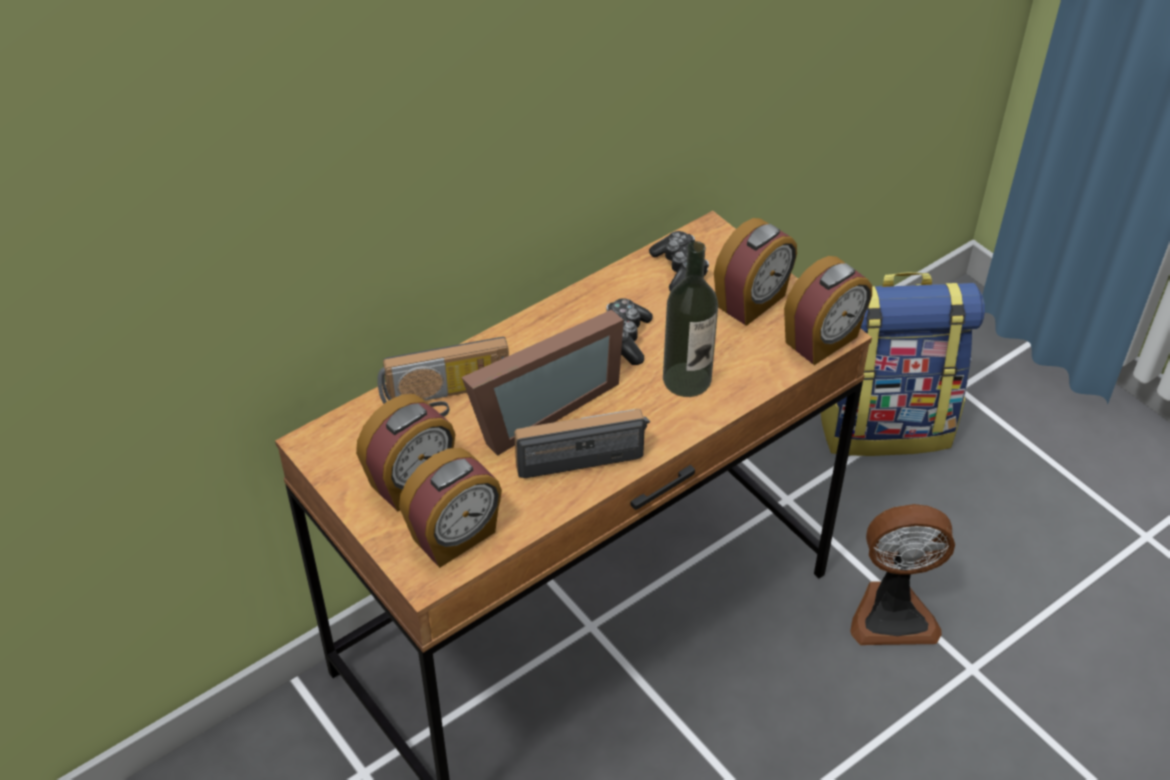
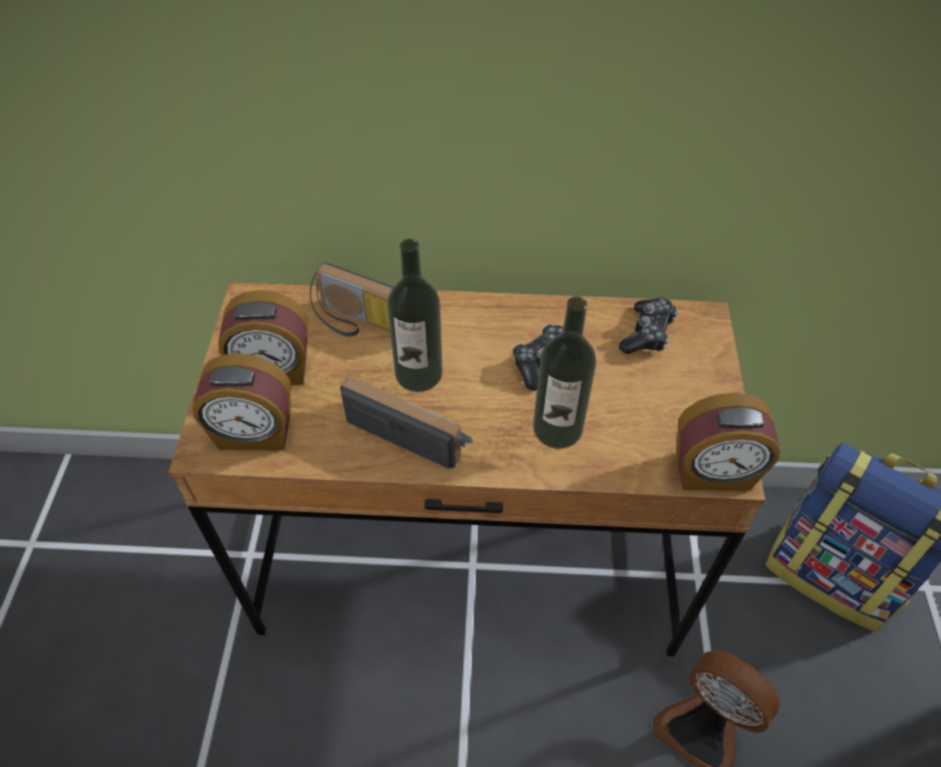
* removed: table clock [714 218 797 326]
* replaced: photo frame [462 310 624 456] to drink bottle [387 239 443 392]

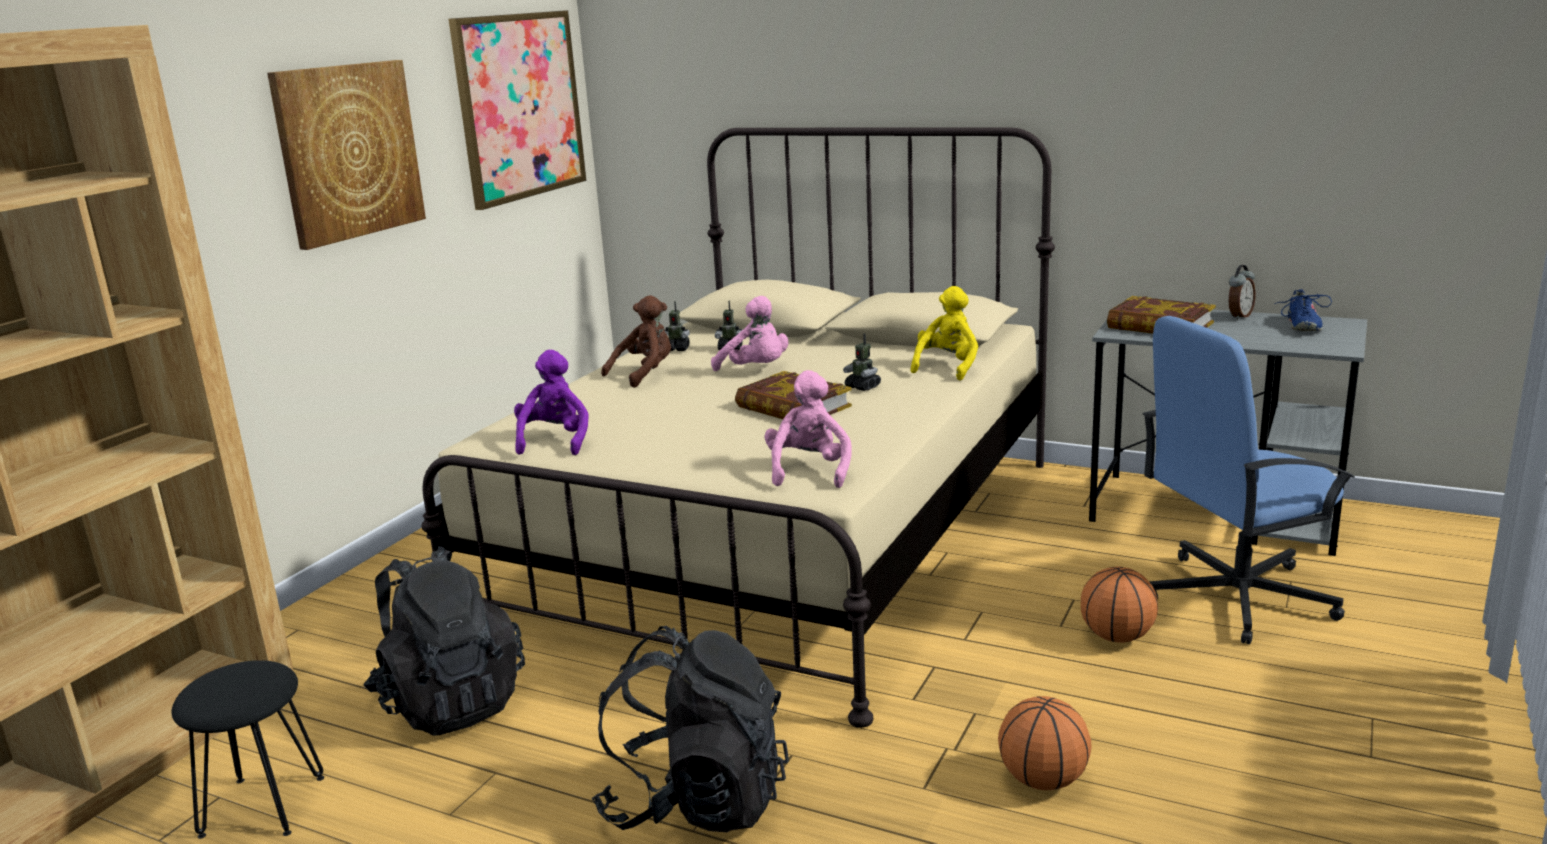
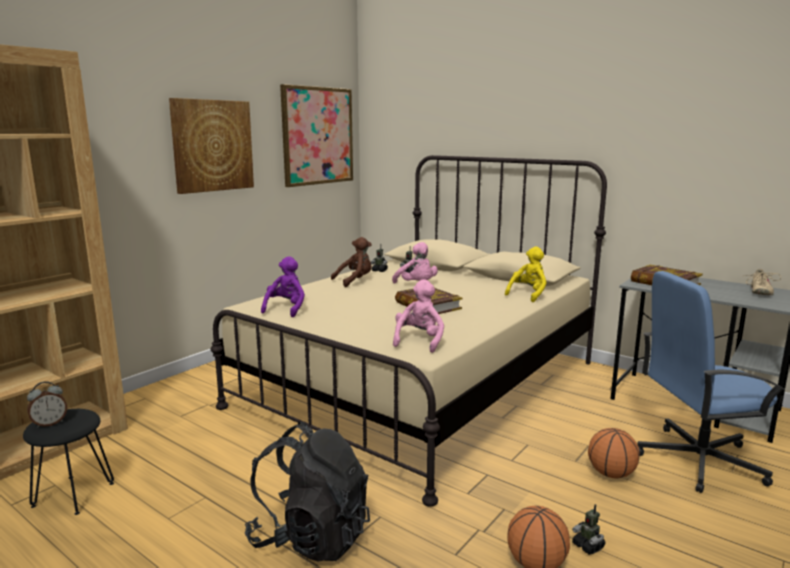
* removed: black backpack [363 546 525 736]
* moved: robot figure [843 333 881 391] to [572 504 606 555]
* moved: table clock [1229 265 1256 320] to [27 381 67 428]
* recoloured: blue low shoe [1275 289 1332 331] to sand-coloured low shoe [742 269 781 295]

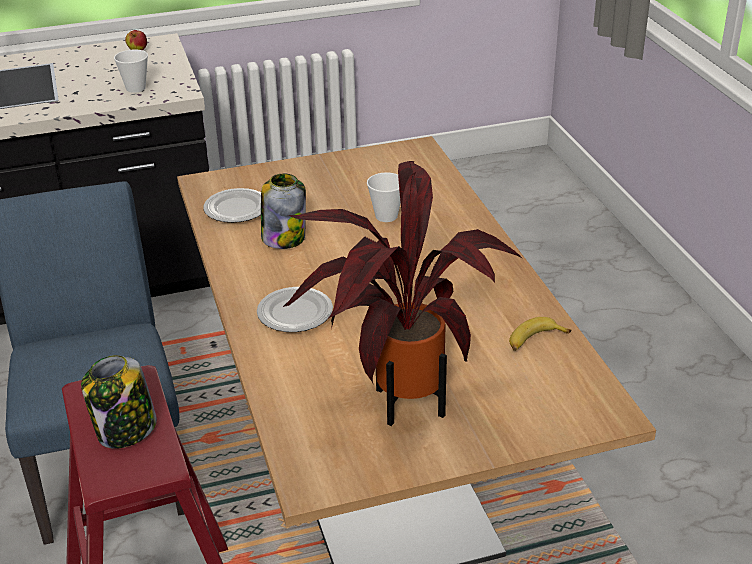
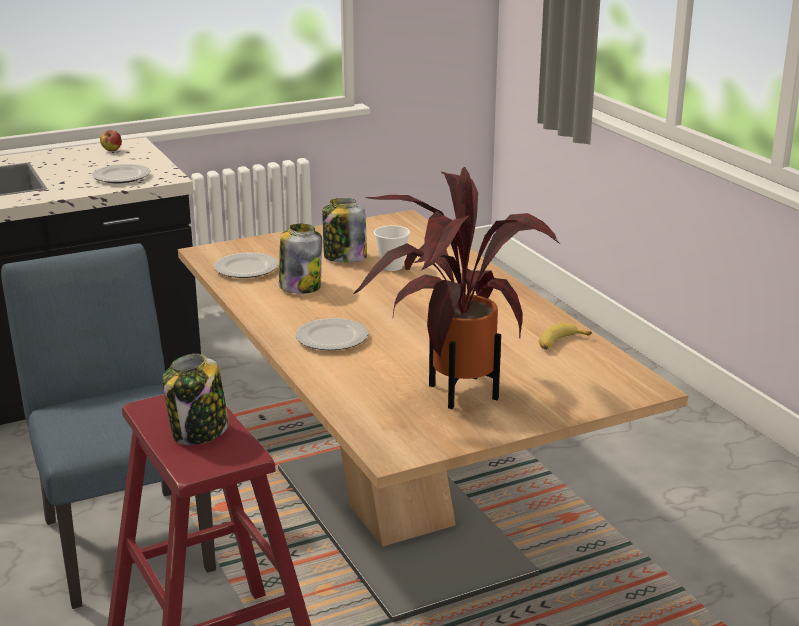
* added: jar [322 198 367 263]
* replaced: drinking cup [114 50 148 93] to plate [92 164 150 184]

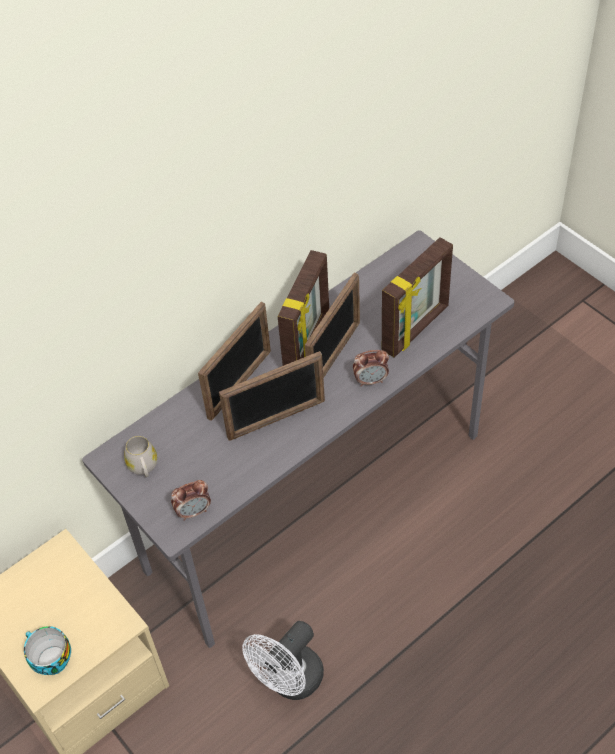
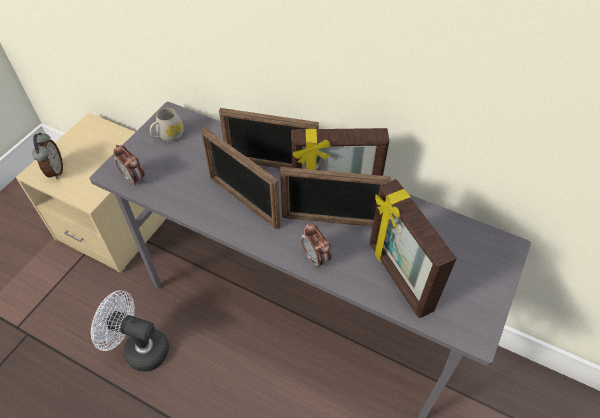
* replaced: drinking cup [24 626 71 675] to table clock [32 132 63 179]
* turned: photo frame [382 237 453 357] = [370 179 457 318] 45 degrees clockwise

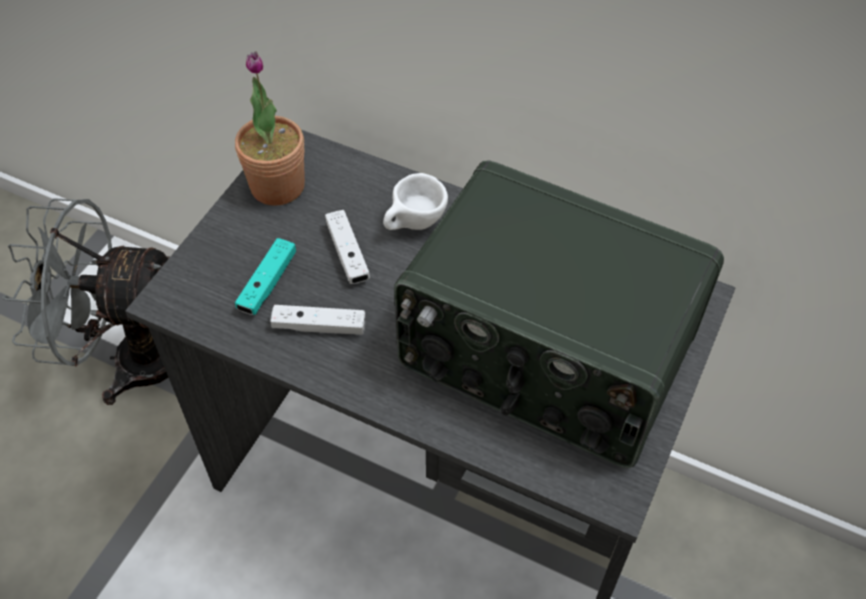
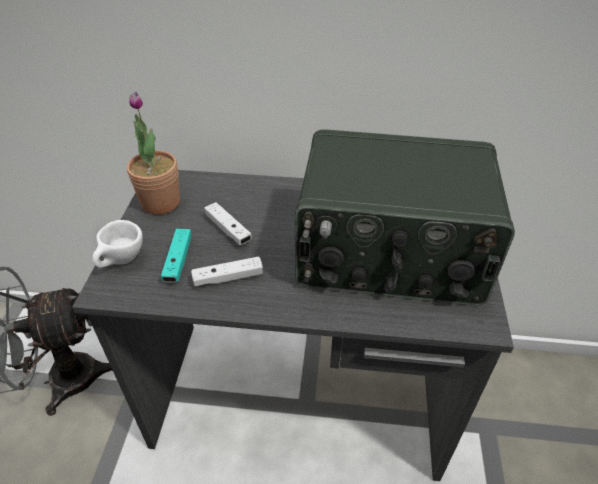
* moved: white drinking cup [383 173 448 230] to [92 220 143 268]

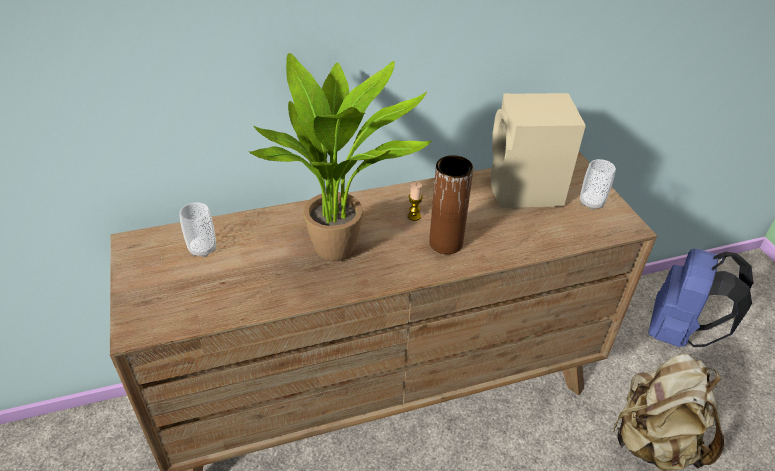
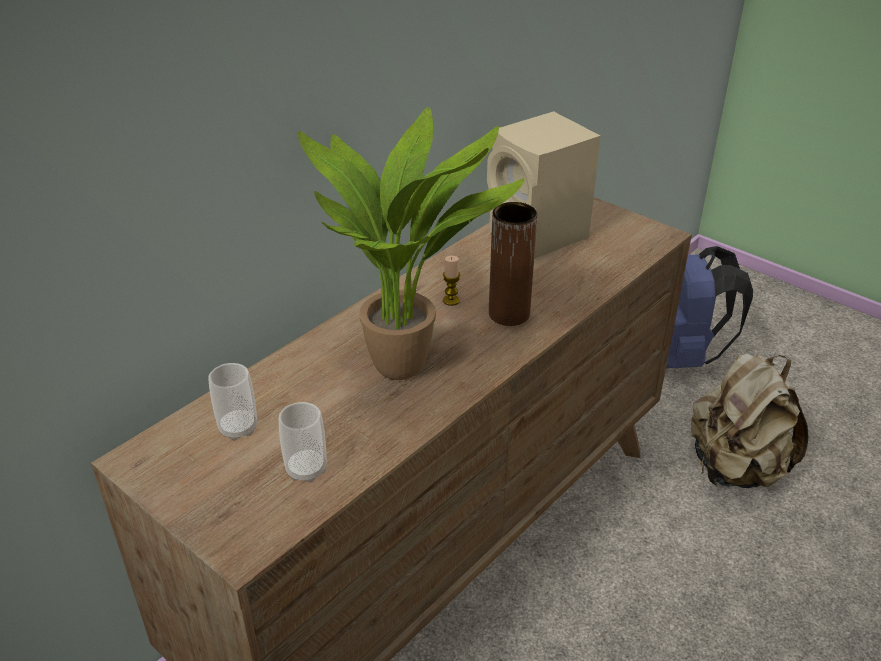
* moved: drinking cup [580 159 616 210] to [279 402 326 482]

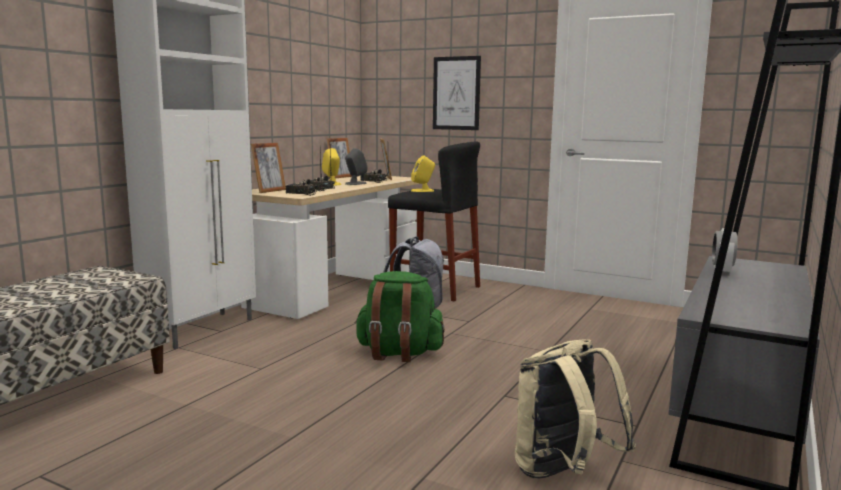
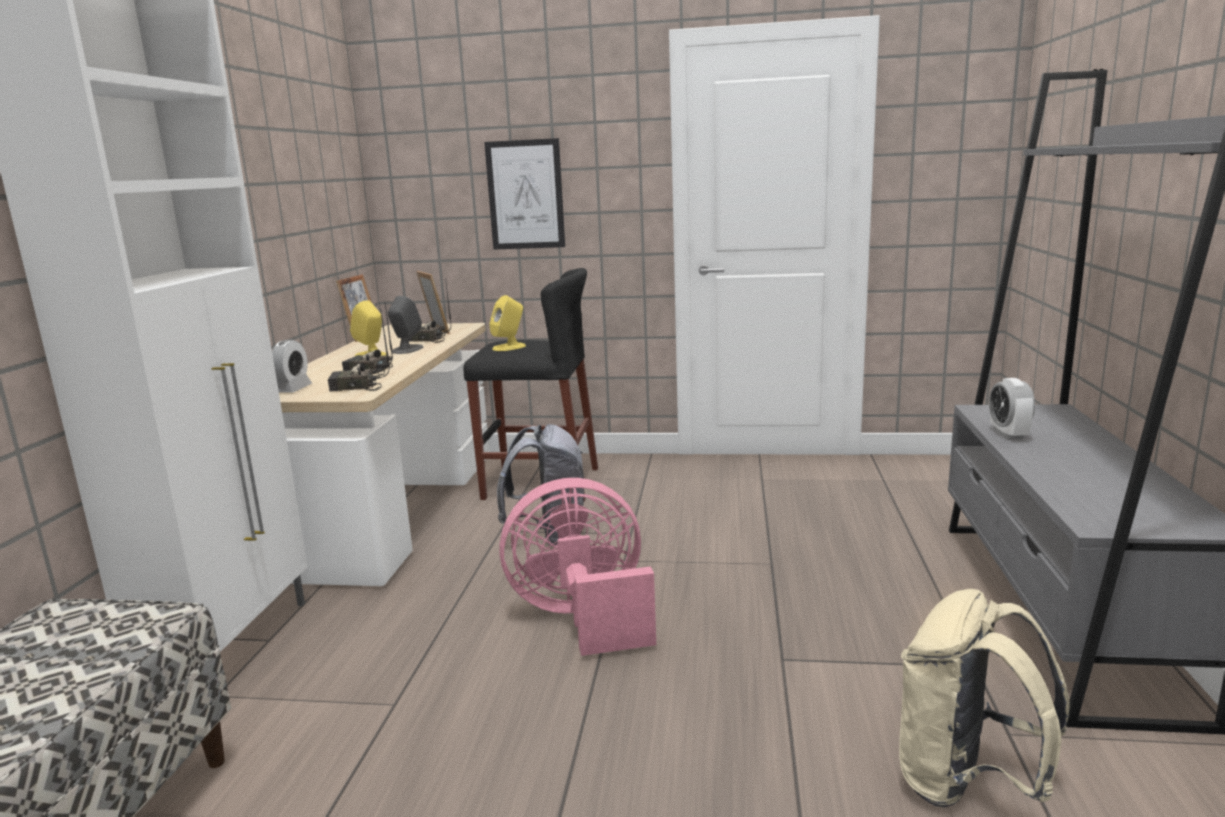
* replaced: photo frame [251 143 286 193] to table clock [272 340 312 393]
* replaced: greenish backpack [354 271 445 362] to pink electric fan [500 478 656 656]

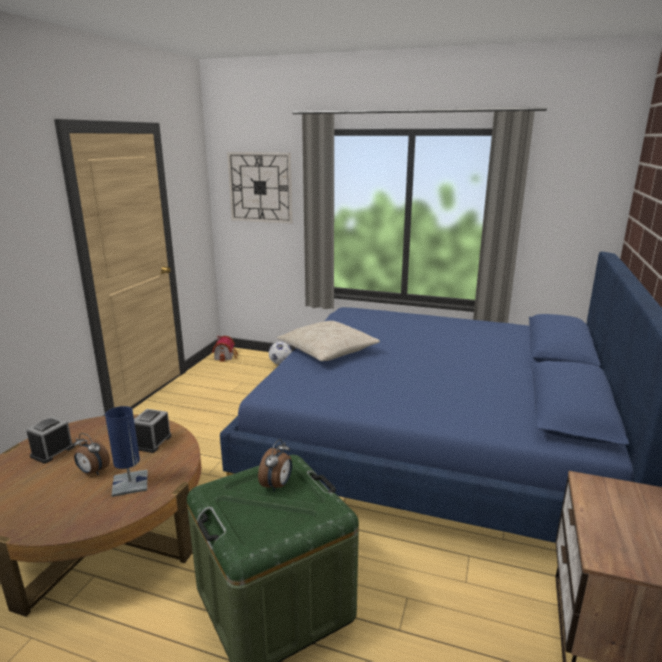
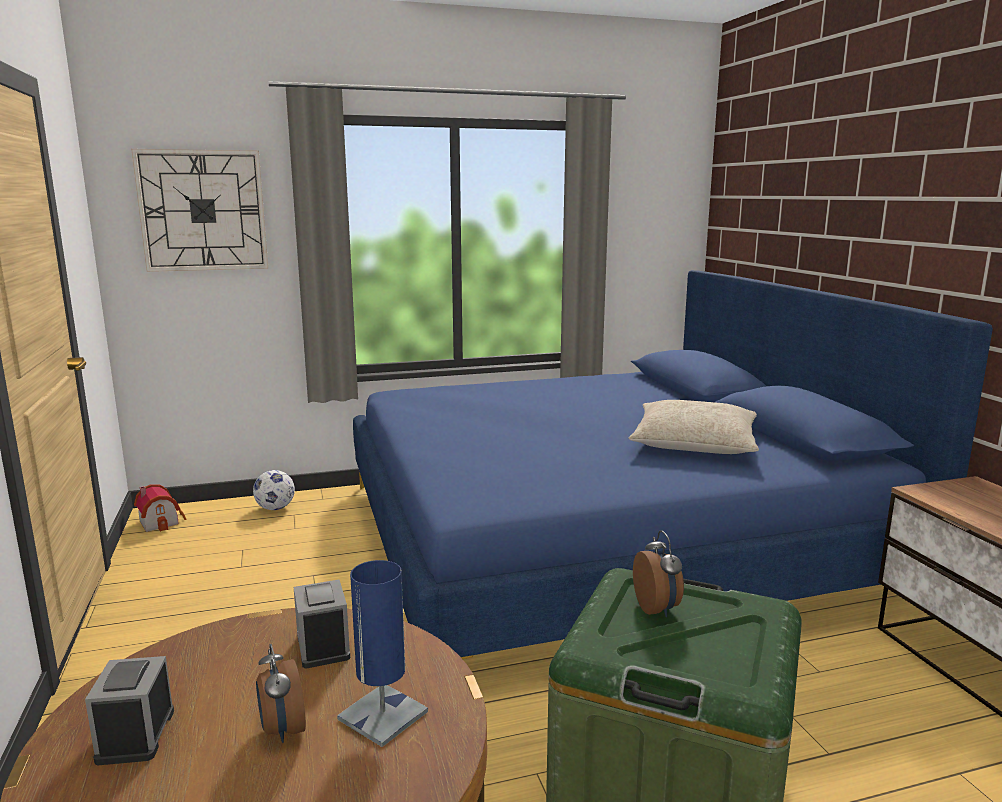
* moved: sand-coloured cushion [277 321 380 361] to [628 400 759 454]
* turned: table clock [73 433 110 475] = [256 644 306 743] 75 degrees clockwise

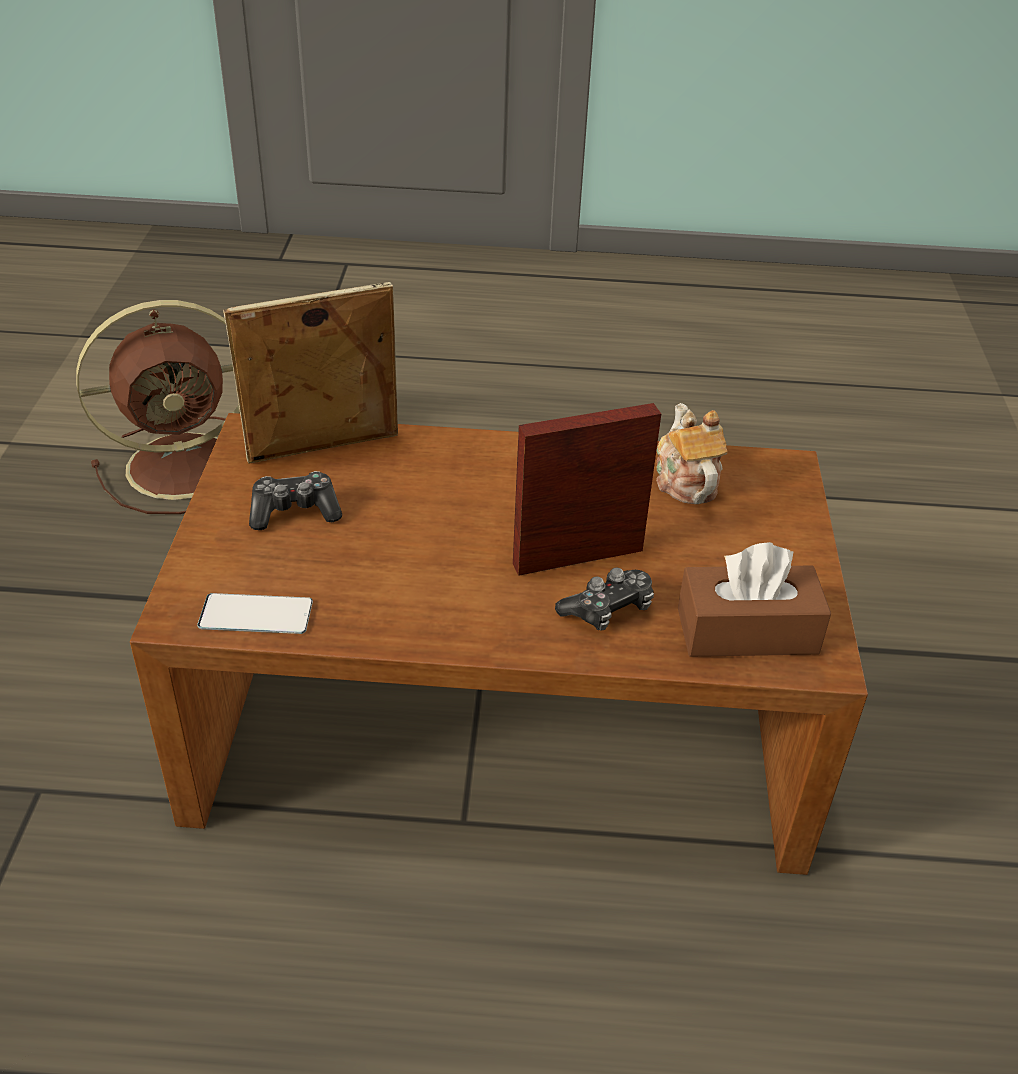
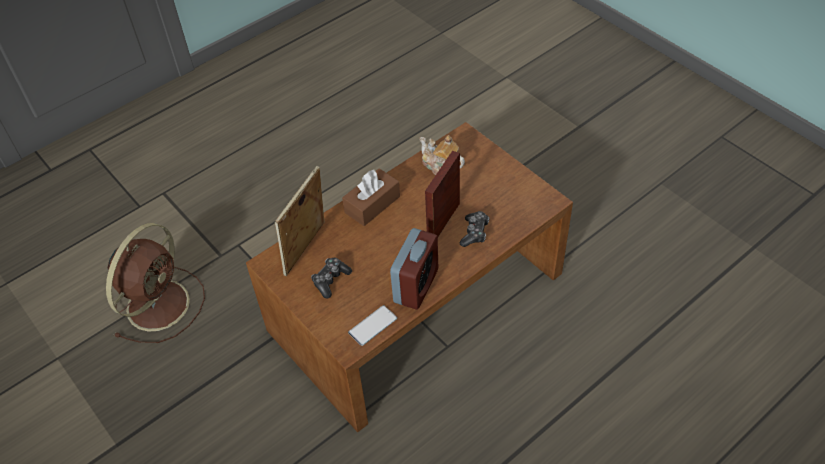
* added: table clock [390 228 438 310]
* moved: brownish tissue holder [678 542 831 657] to [342 169 400 226]

